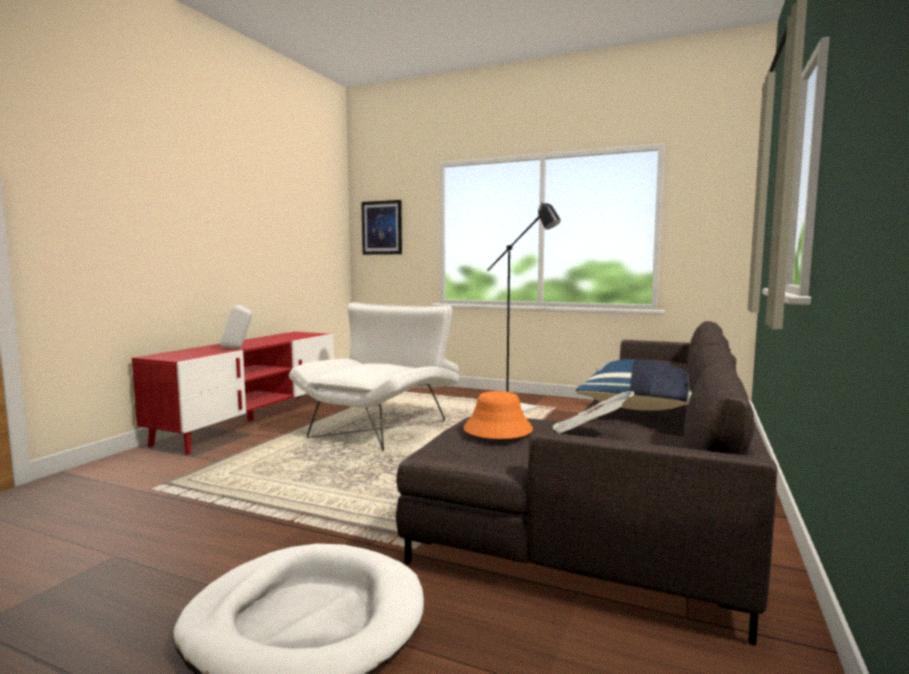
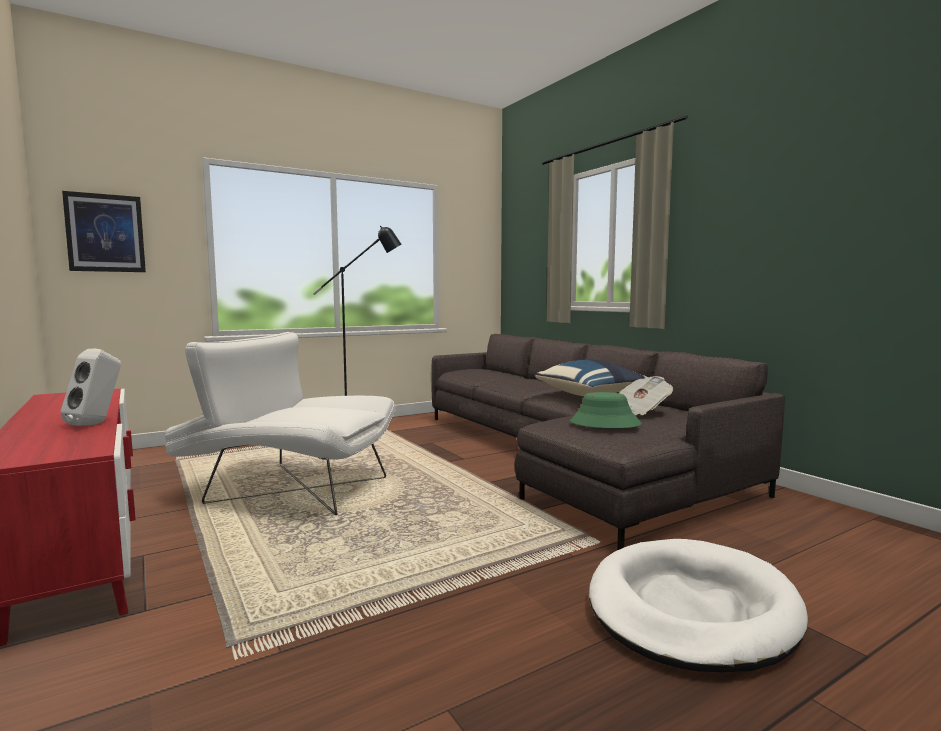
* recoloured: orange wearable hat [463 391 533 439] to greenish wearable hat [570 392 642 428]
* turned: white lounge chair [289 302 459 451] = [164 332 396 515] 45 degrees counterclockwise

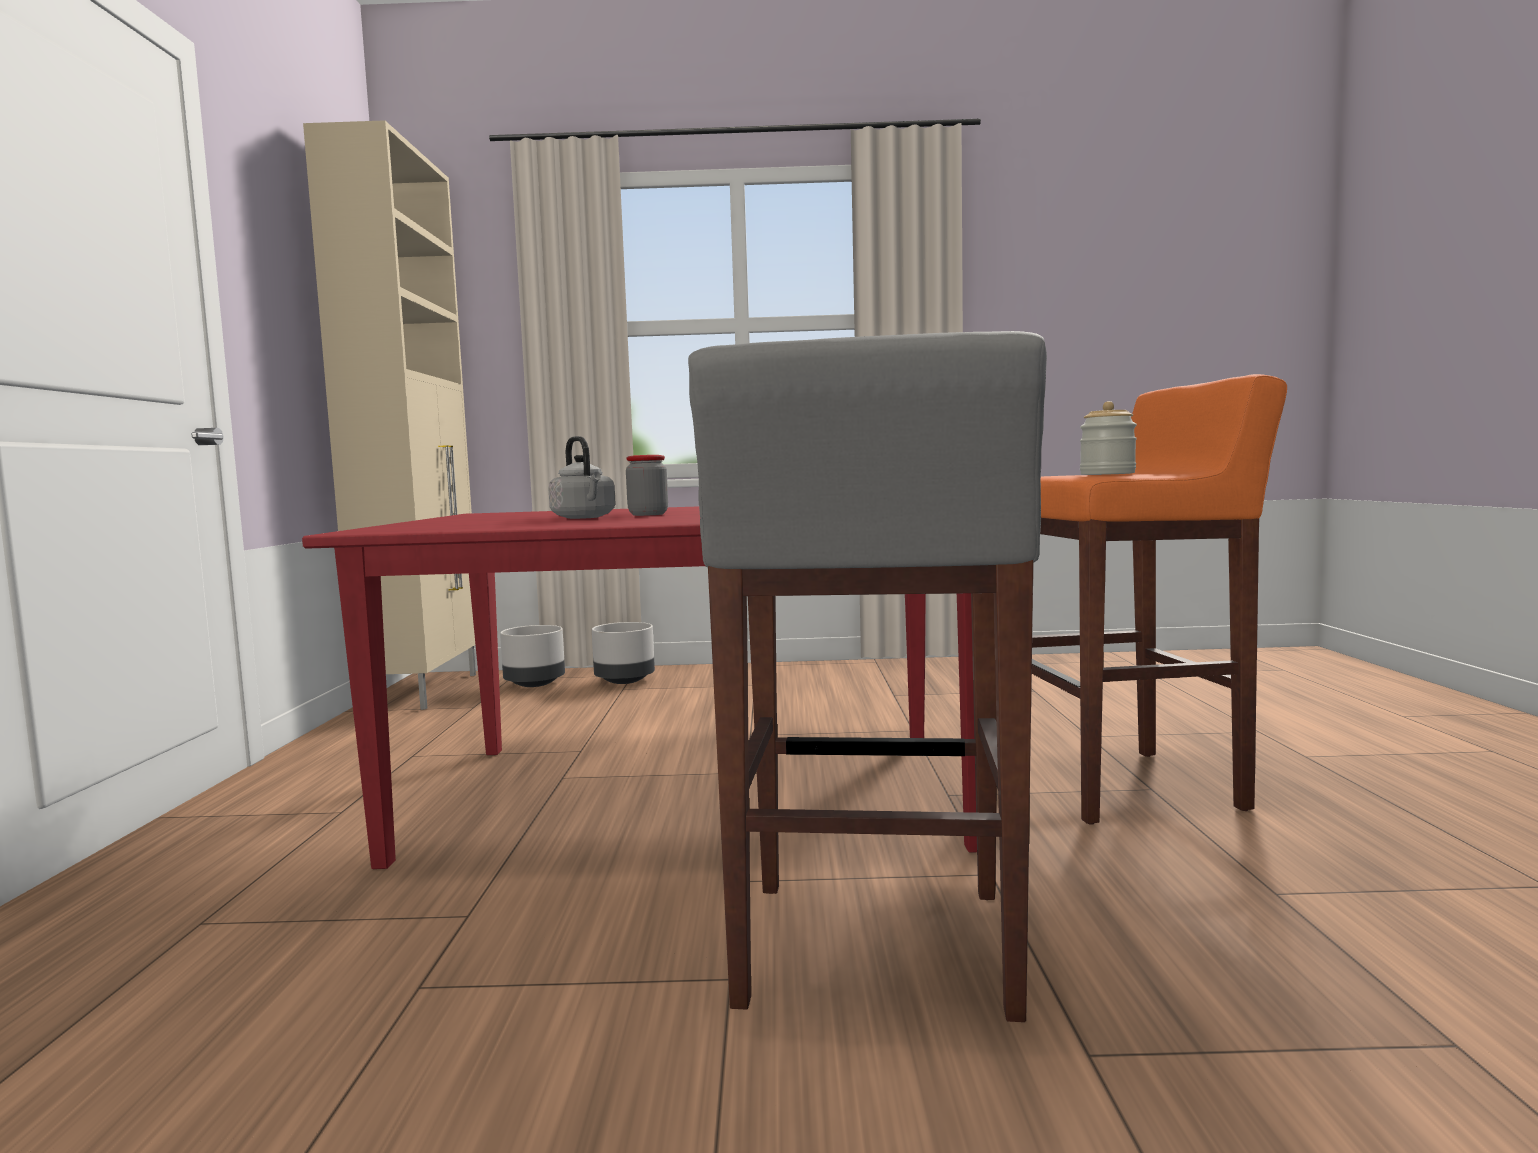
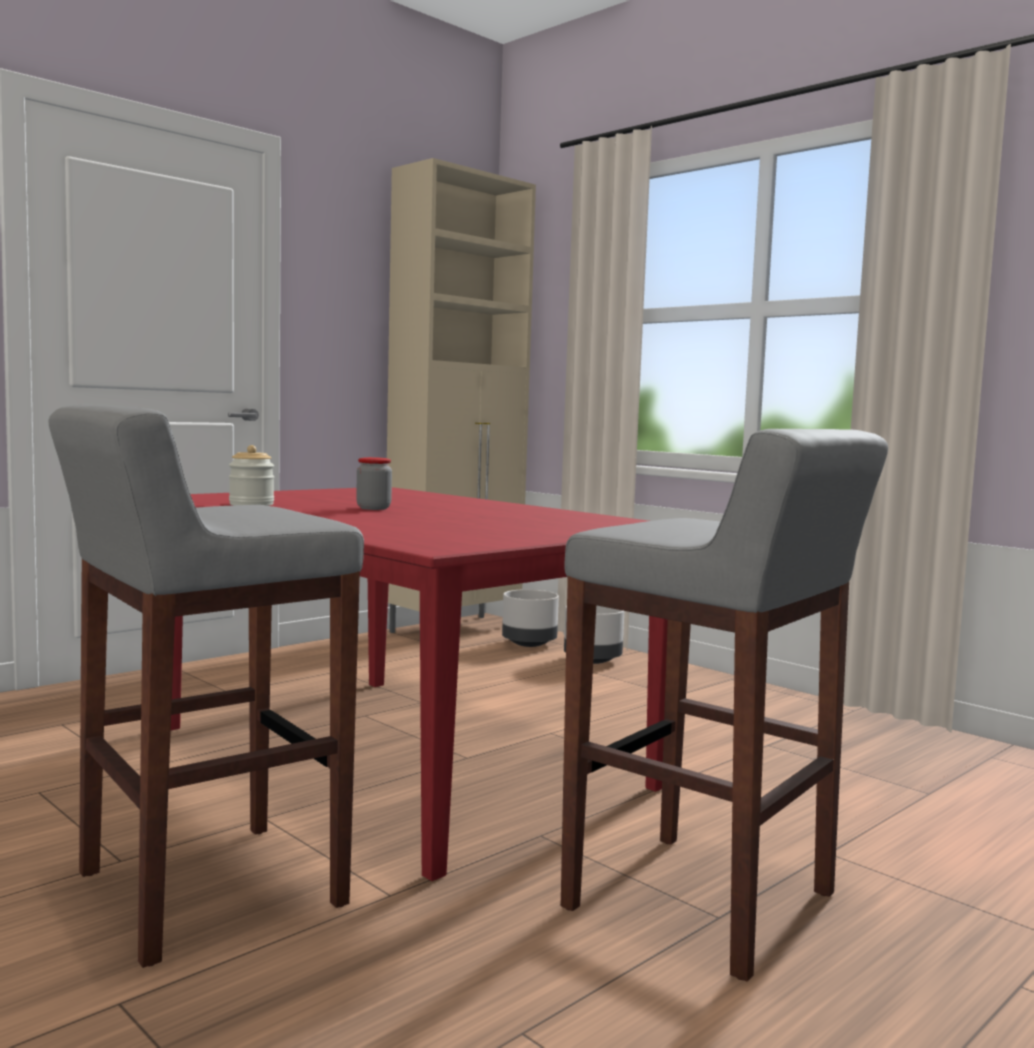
* removed: greyish tea kettle [548 436 616 519]
* moved: jar [1080 401 1137 475] to [229 445 274 506]
* recoloured: orange stool [1032 374 1287 825] to greyish stool [561 429 888 981]

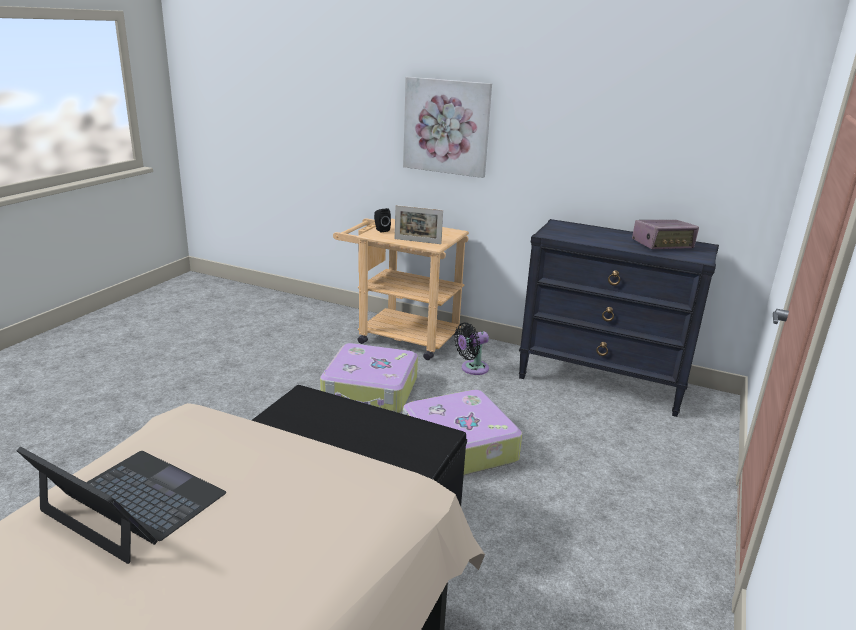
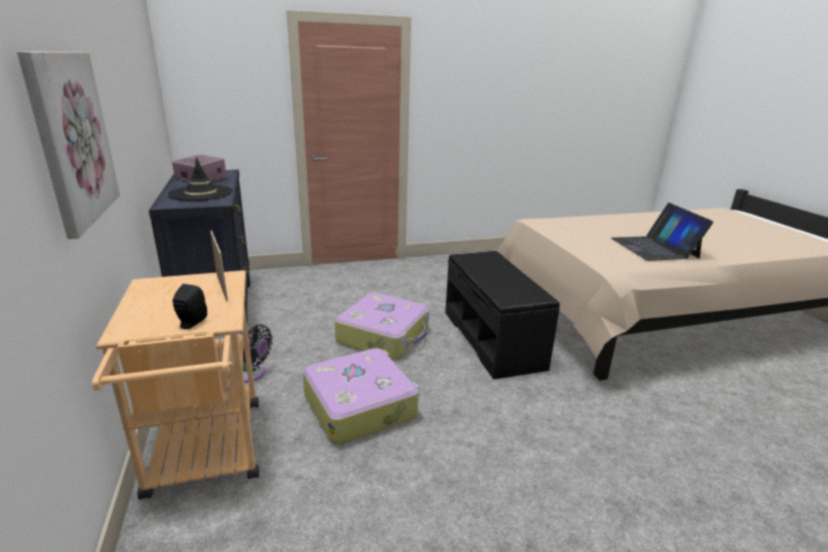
* added: black wearable hat [168 157 233 201]

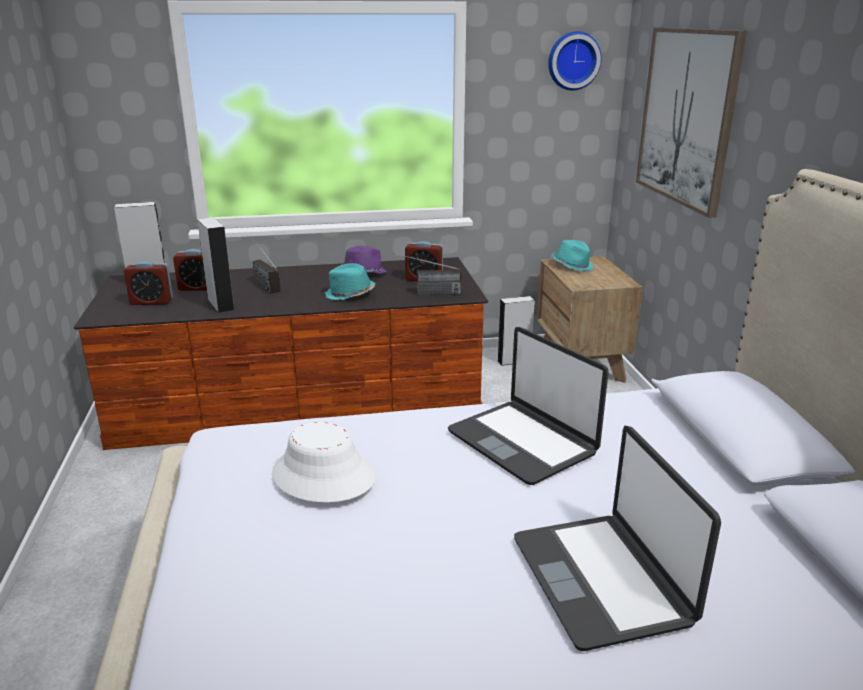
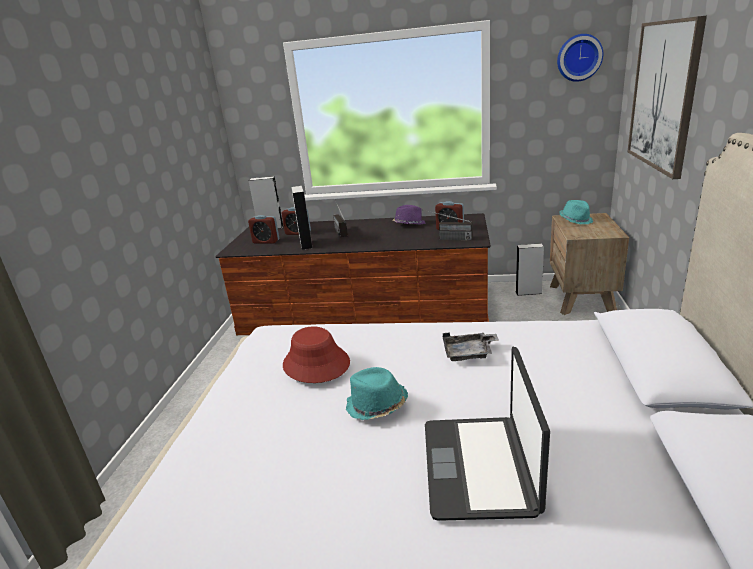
* moved: turquoise-coloured wearable hat [325 263 375 300] to [346 367 408 420]
* replaced: portable computer [448 327 609 485] to greyish serving tray [443 332 499 361]
* recoloured: white wearable hat [272 422 376 503] to reddish wearable hat [283 327 350 383]

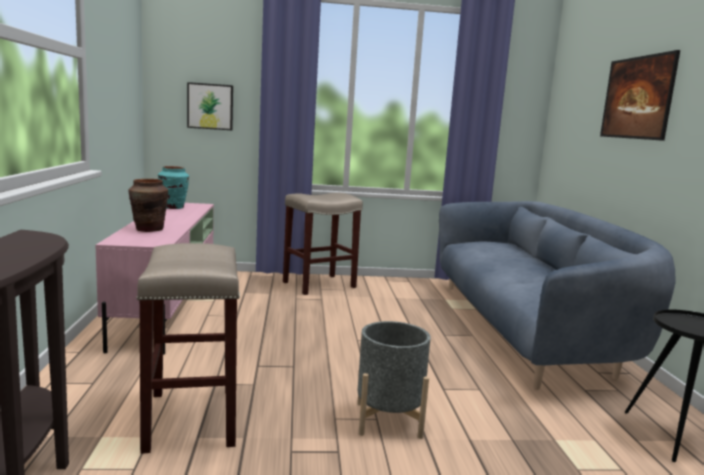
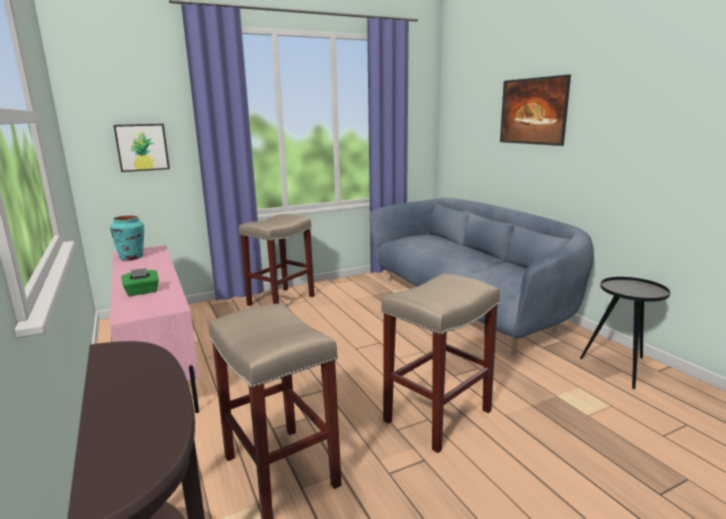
* replaced: brownish vase [129 179 168 232] to greenish tissue holder [121 268 159 296]
* replaced: greyish planter [357 321 431 439] to sand-coloured stool [382 274 500 453]

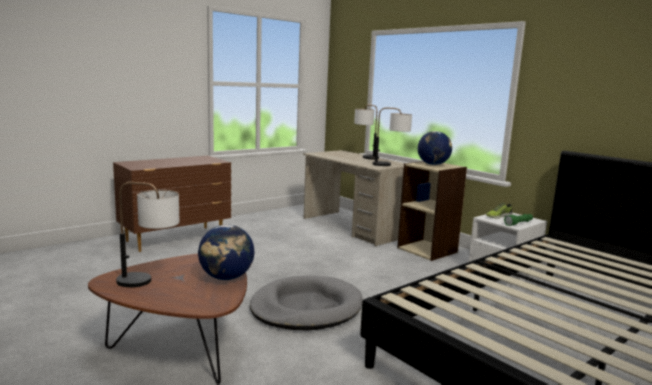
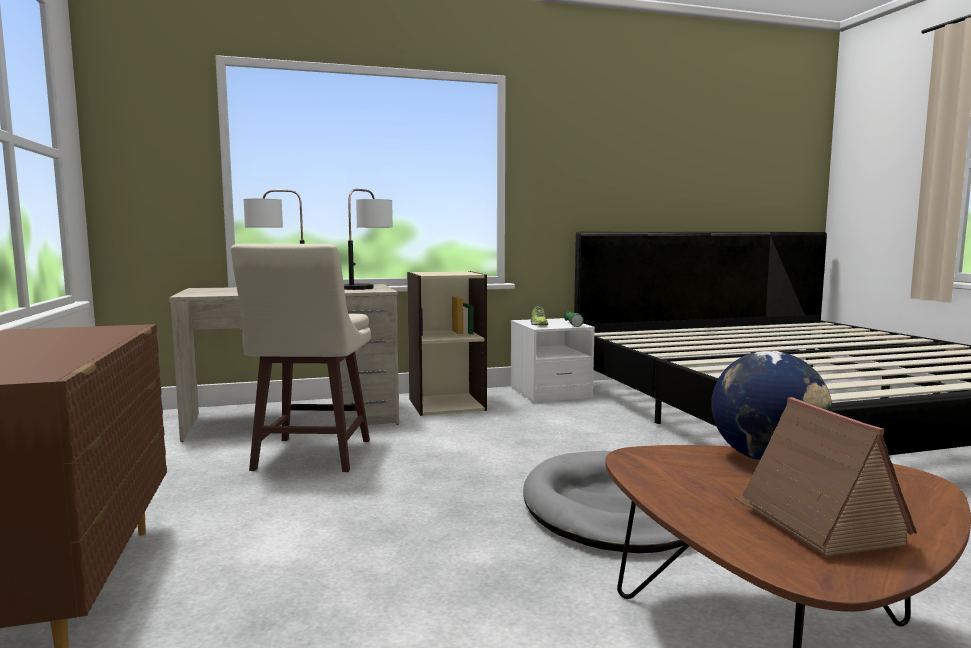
* removed: desk globe [418 131 452 165]
* added: sand-coloured stool [231 244 371 472]
* replaced: tabletop lamp [116 182 180 287] to toy house [735 397 917 557]

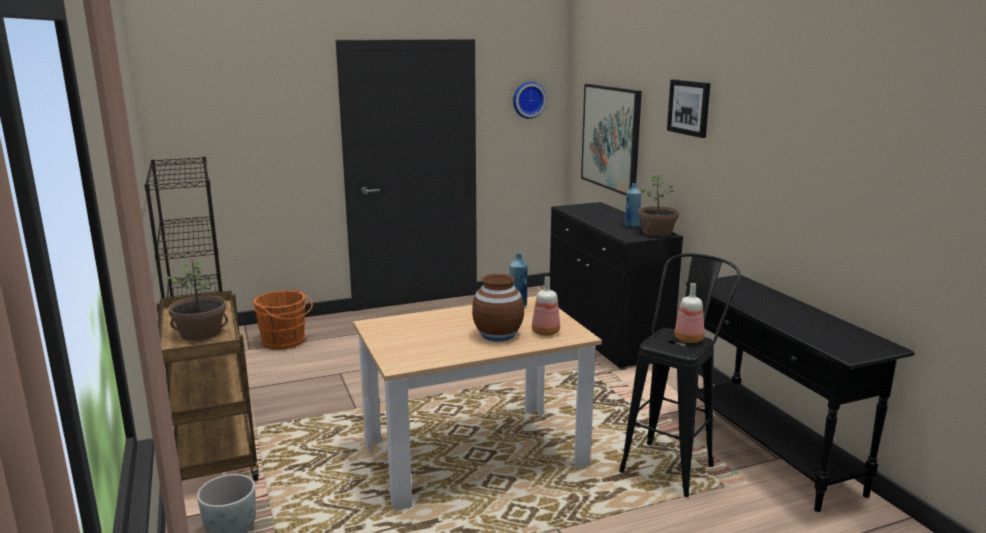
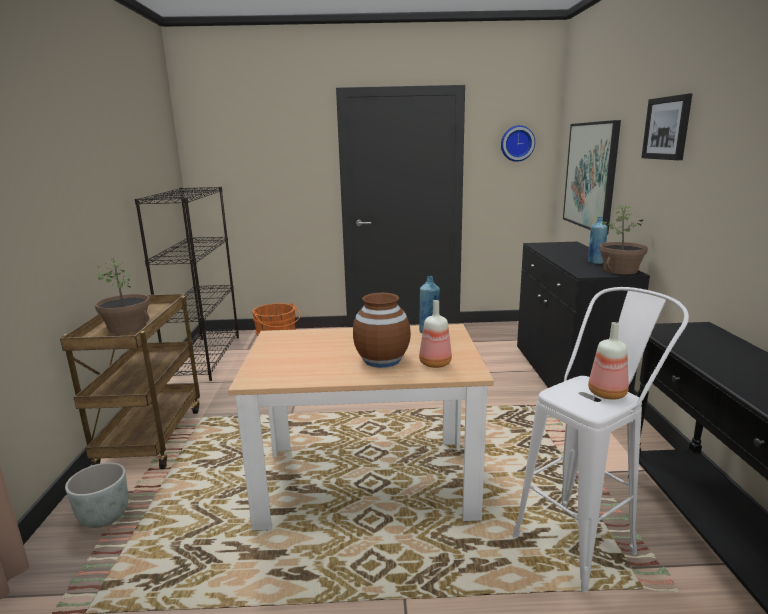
* recoloured: black stool [619 253 741 497] to white stool [512 287 689 593]

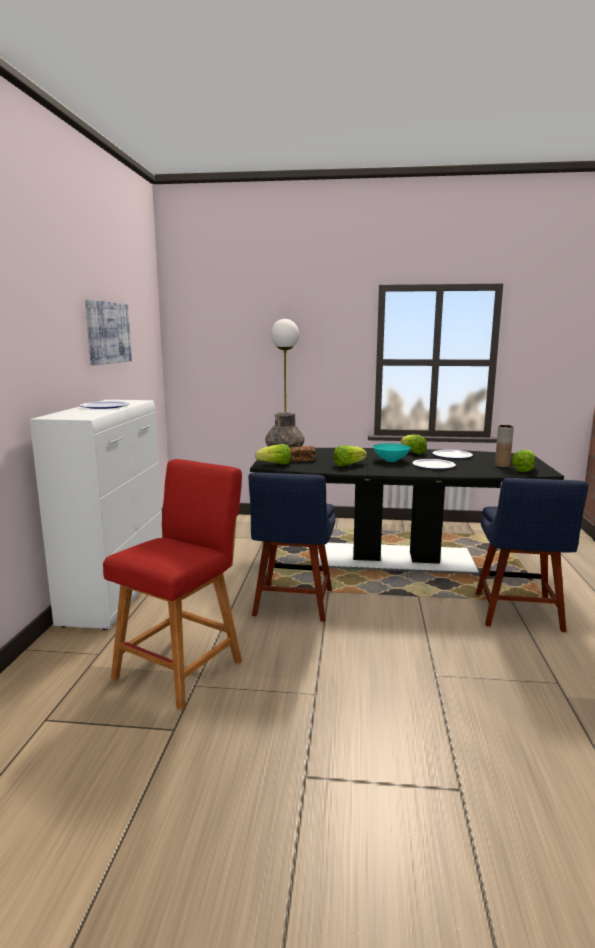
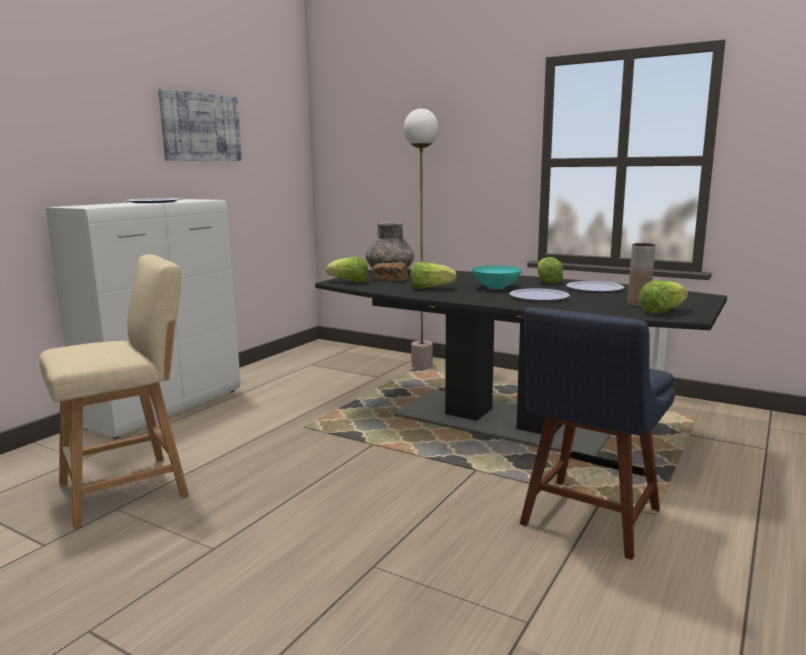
* removed: blue upright chair [248 472 336 622]
* recoloured: reddish stool [103 459 242 710] to sand-coloured stool [39 254 189 529]

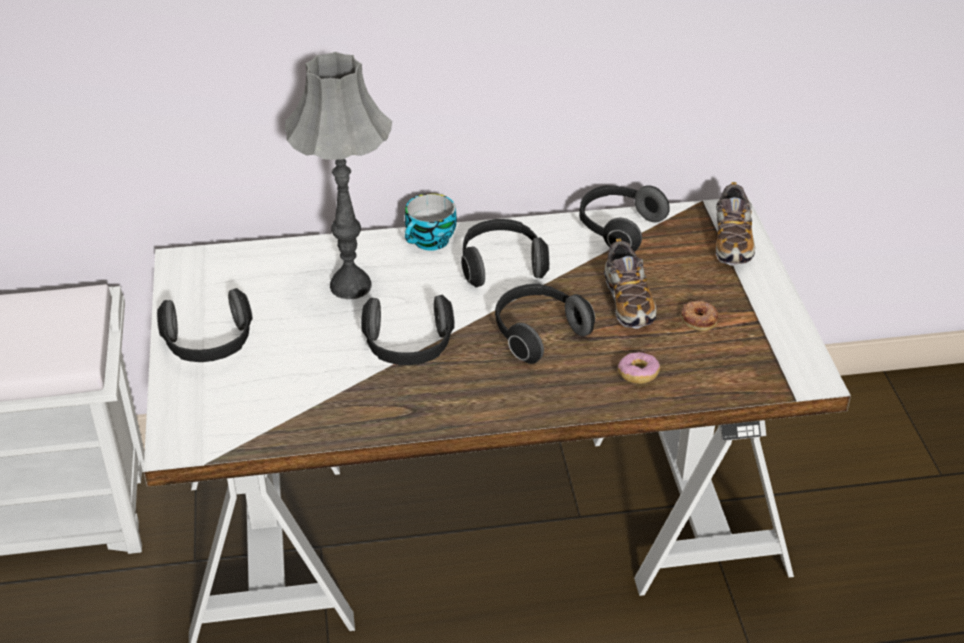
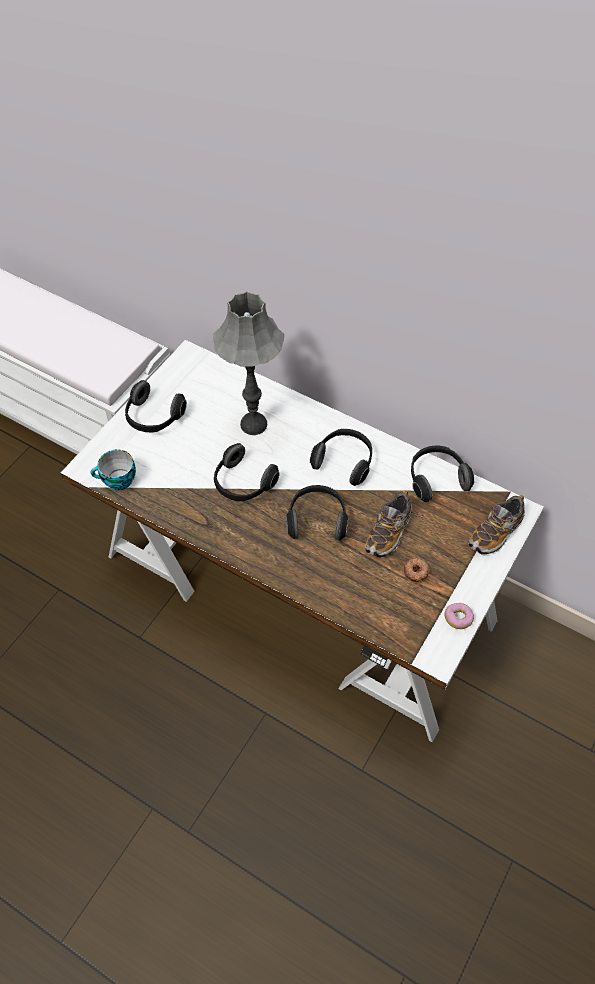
* moved: drinking cup [405 193 457 251] to [91 449 136 490]
* moved: ring doughnut [618 352 660 384] to [445 603 474 629]

